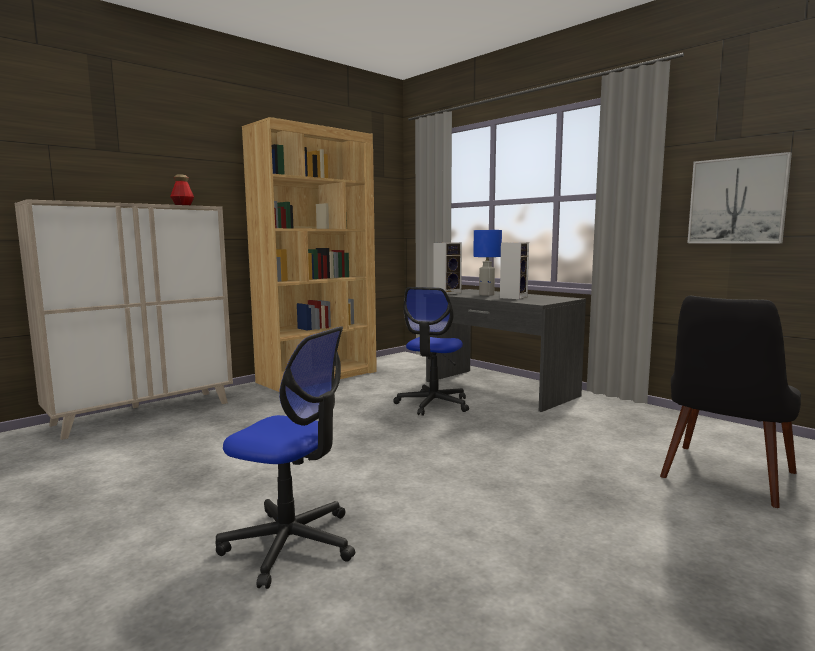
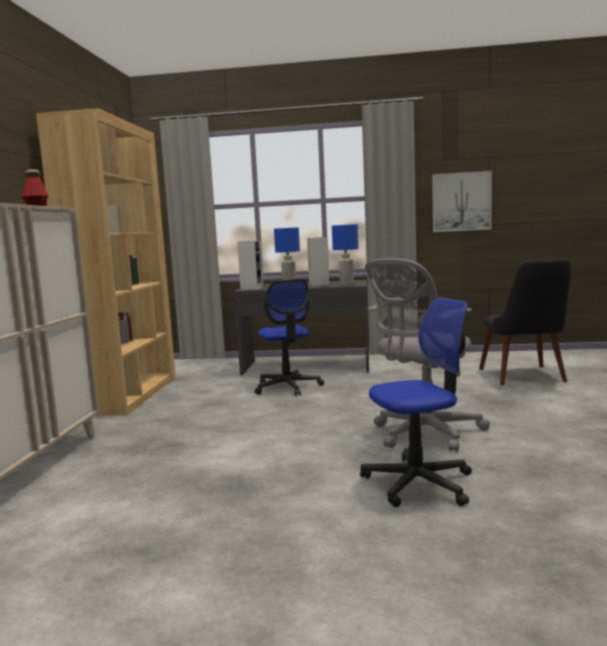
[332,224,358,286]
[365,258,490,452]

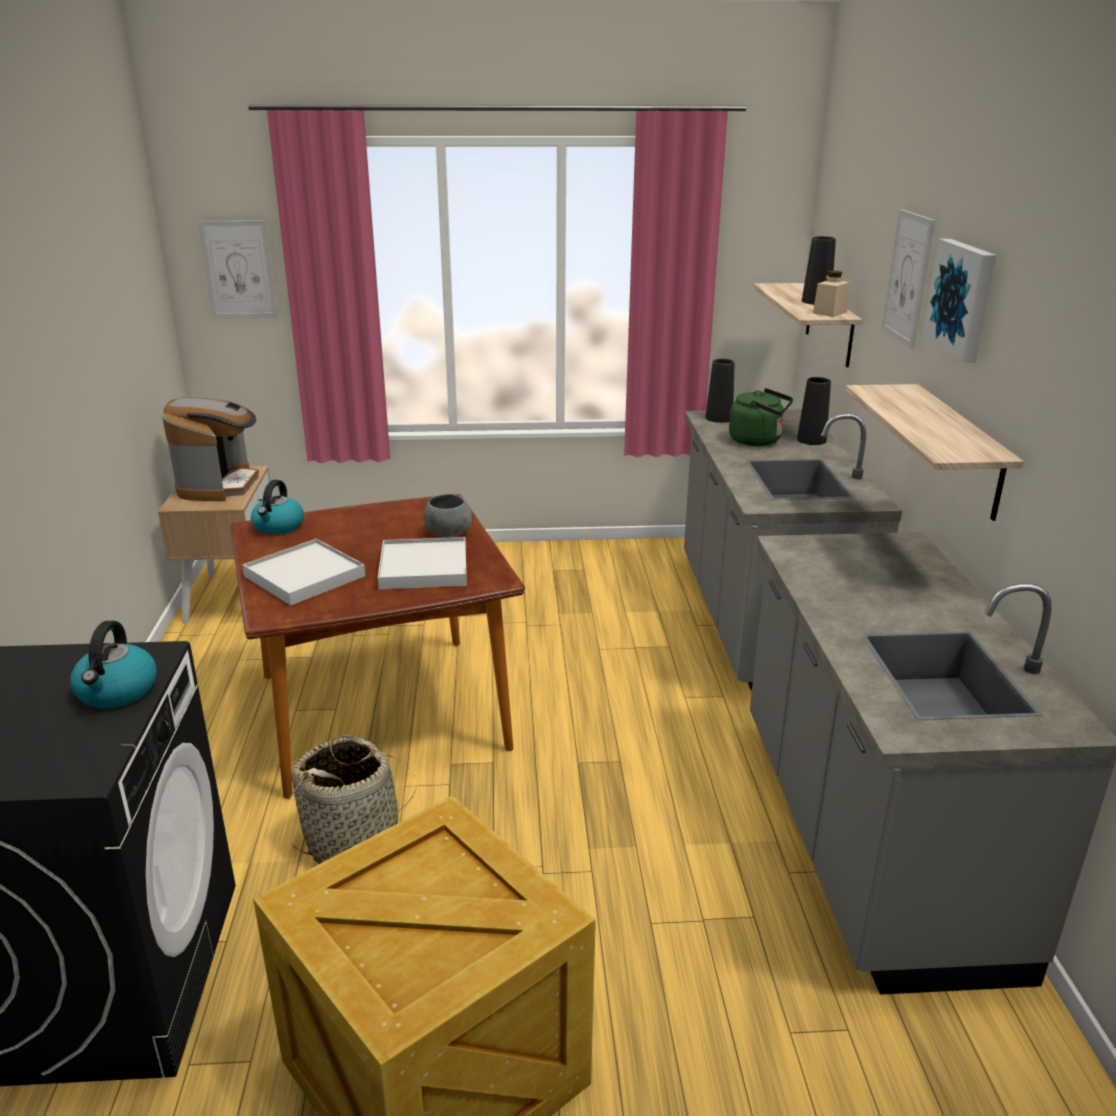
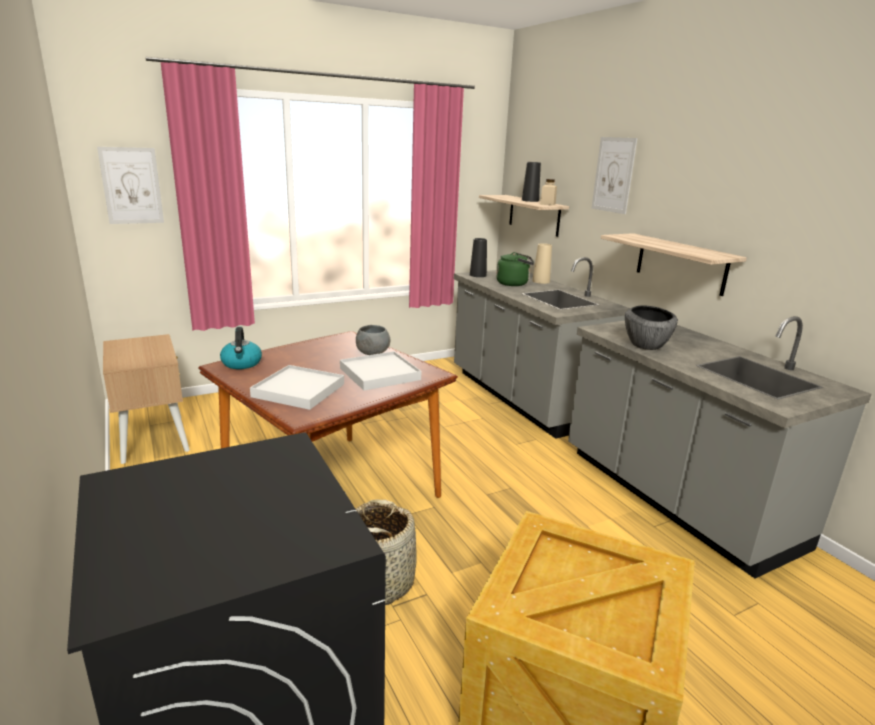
[922,239,997,363] (first image)
[532,243,552,284]
[162,398,259,501] (first image)
[70,621,157,708] (first image)
[625,305,678,350]

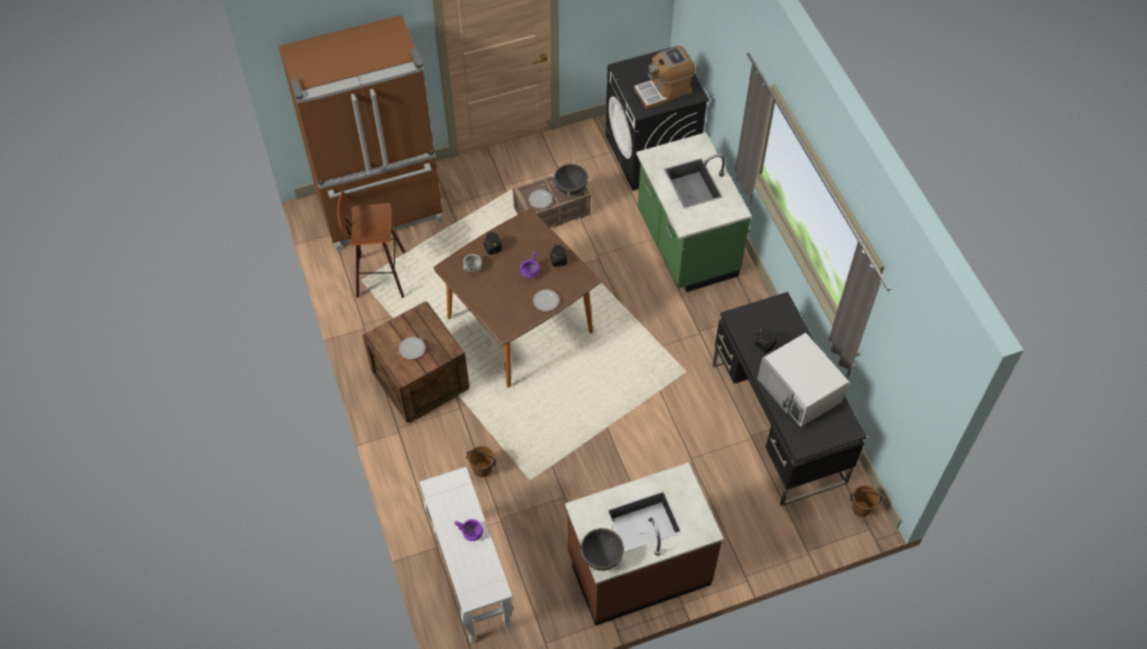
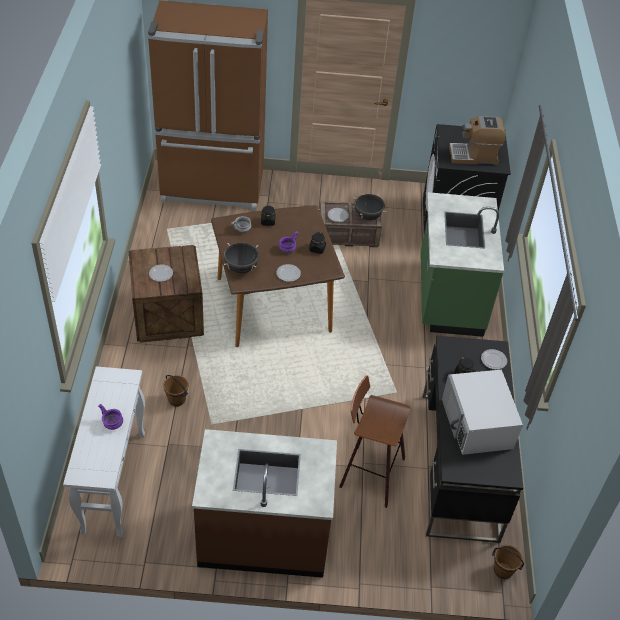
[339,375,411,508]
[224,242,259,273]
[481,349,507,370]

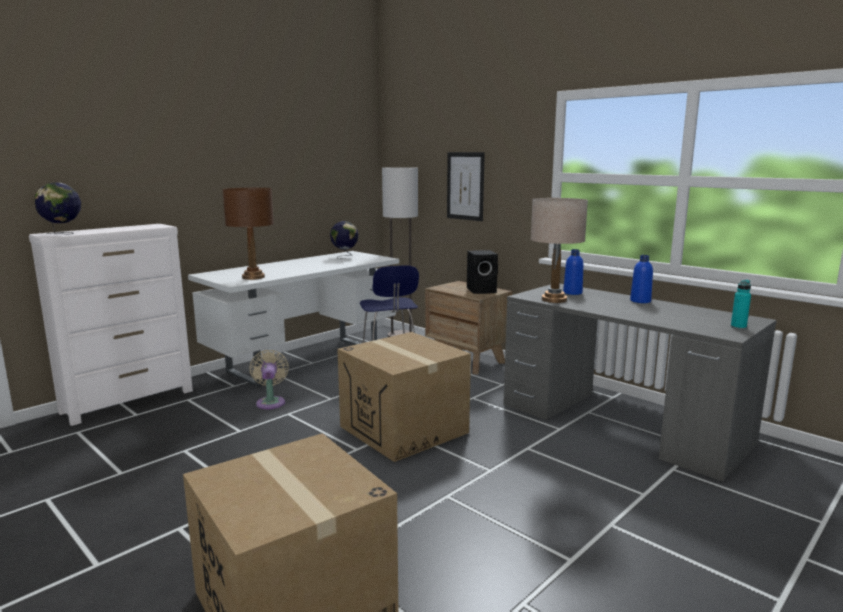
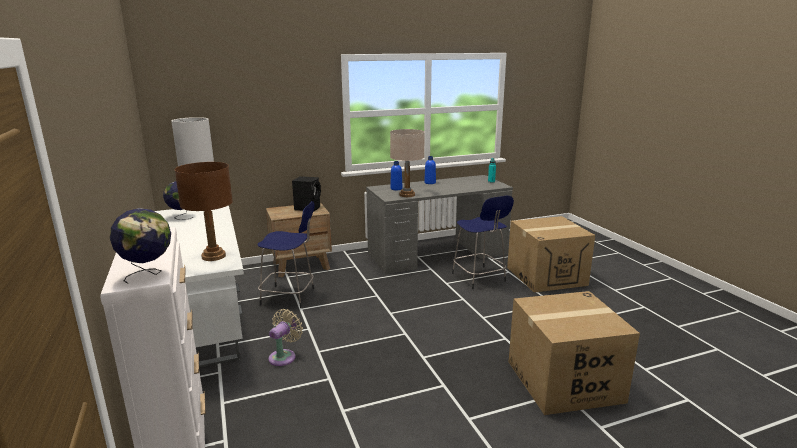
[447,152,485,221] (first image)
[507,216,595,293]
[269,309,303,366]
[452,196,514,289]

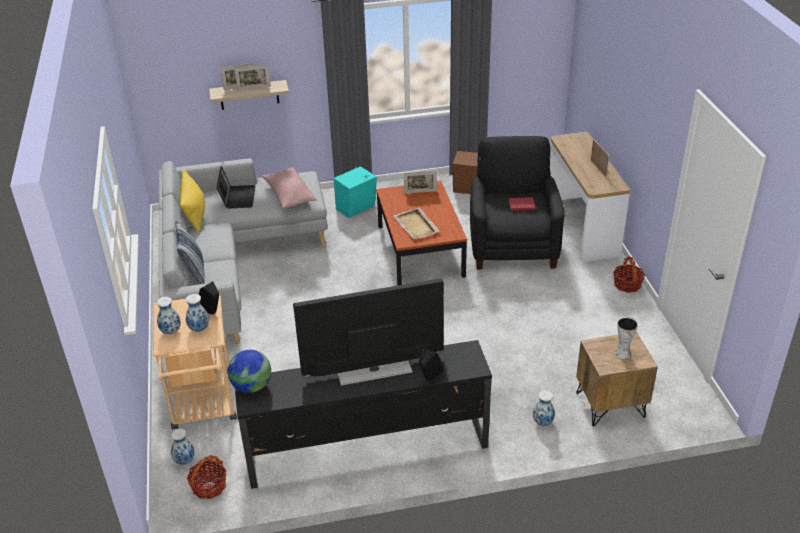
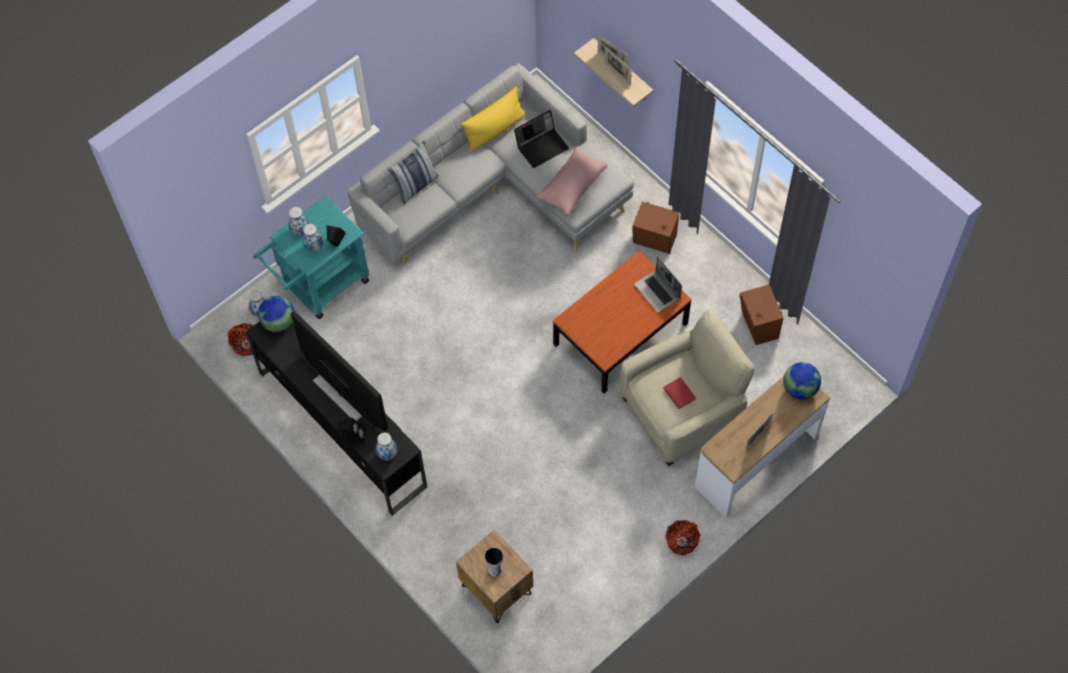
[619,309,755,466]
[632,201,679,254]
[634,257,682,313]
[393,208,440,239] (first image)
[253,196,369,319]
[376,433,397,460]
[783,362,821,400]

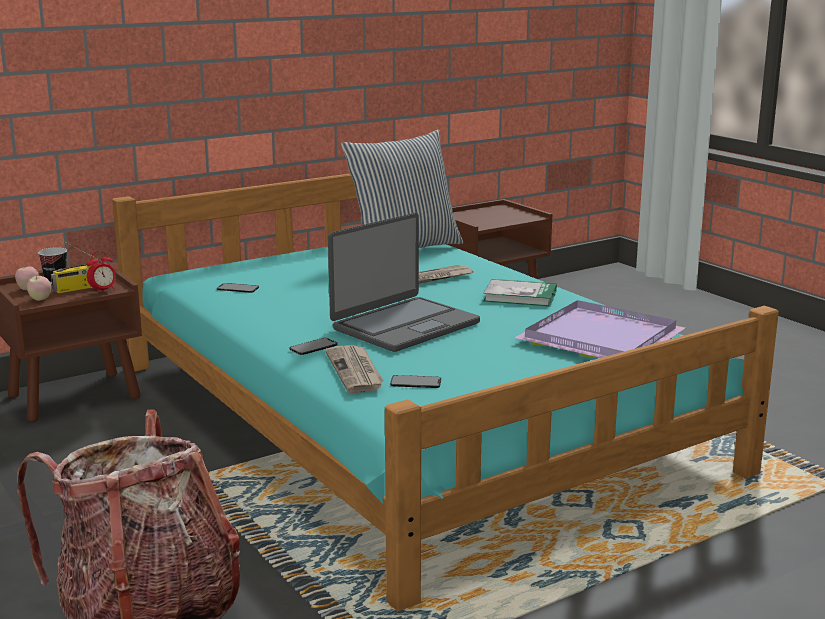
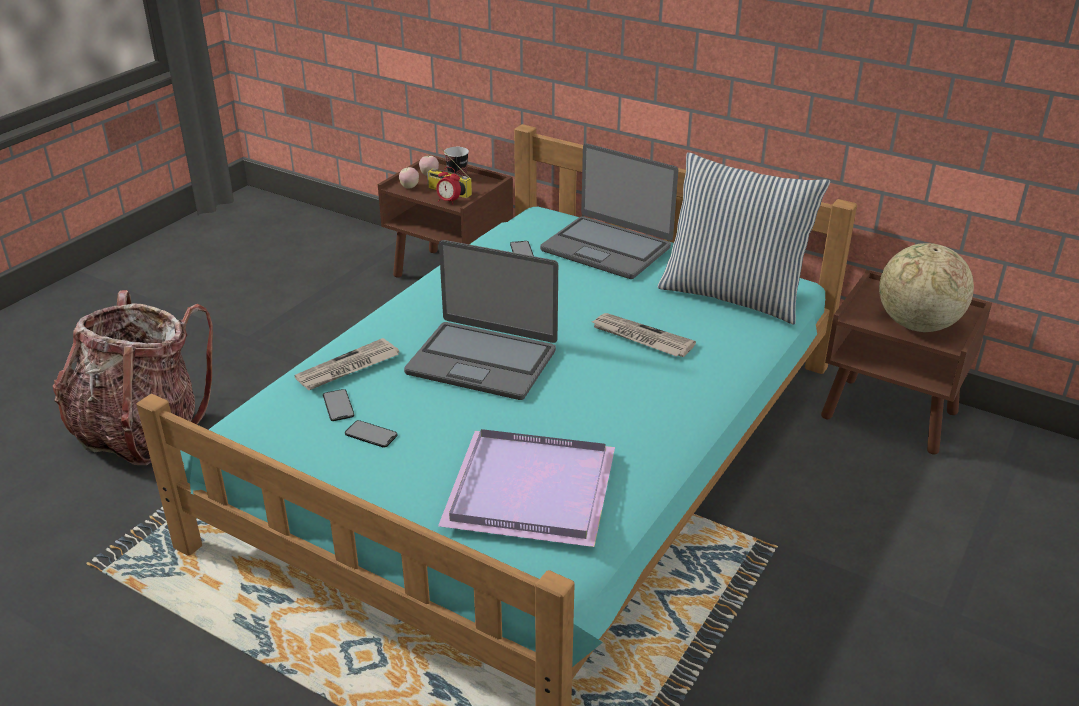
[483,279,557,306] (first image)
[345,420,398,448]
[540,143,678,279]
[879,243,974,332]

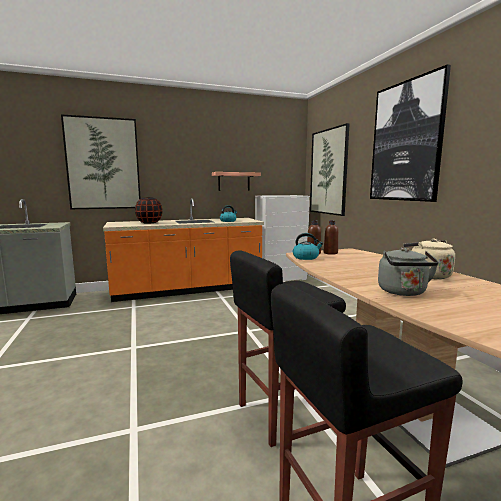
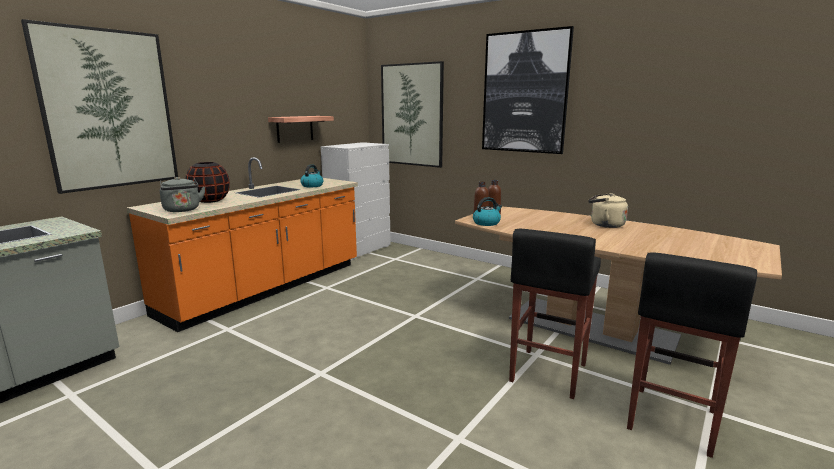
[160,177,206,212]

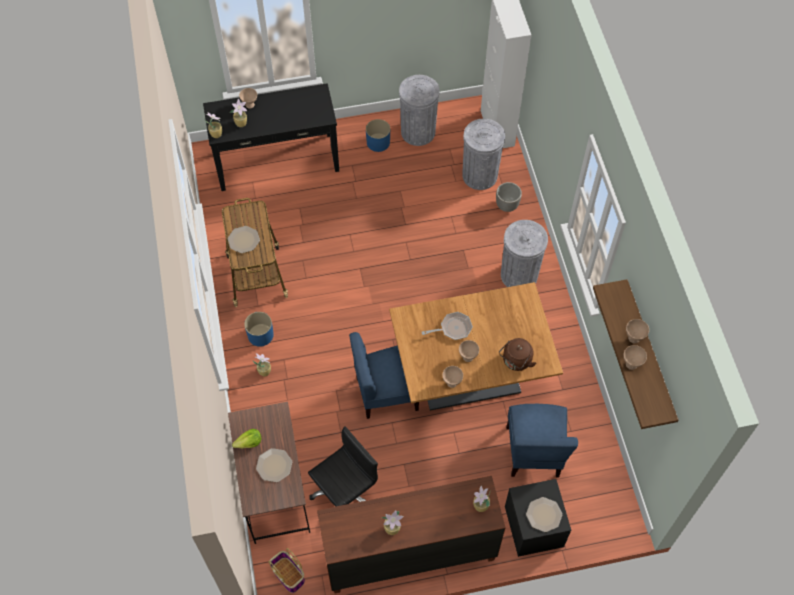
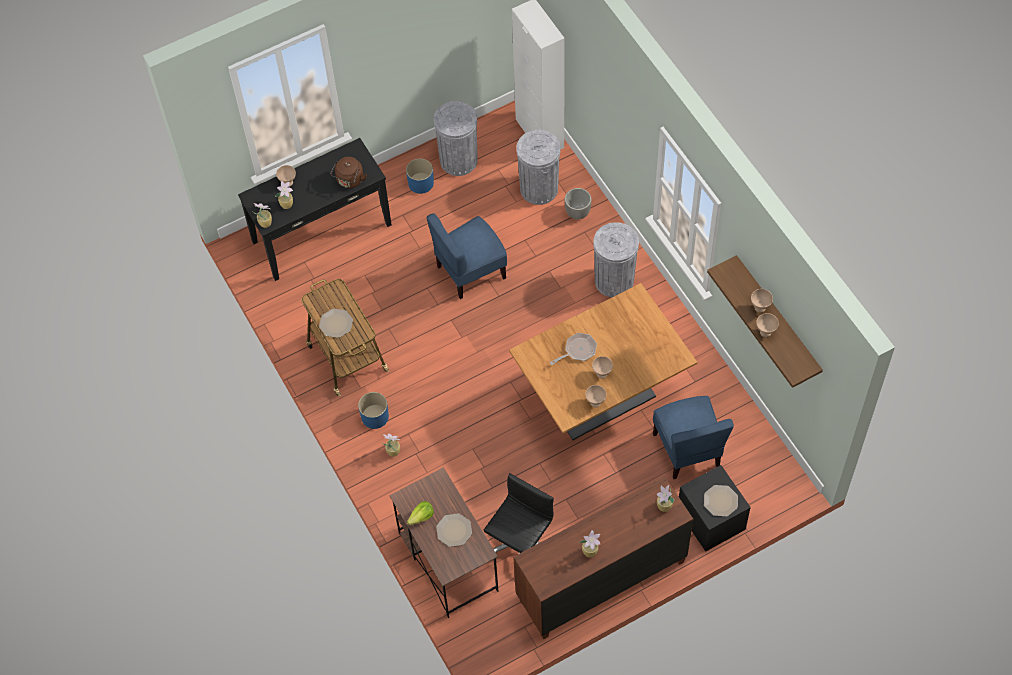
[426,213,507,299]
[330,157,367,188]
[269,548,305,593] (first image)

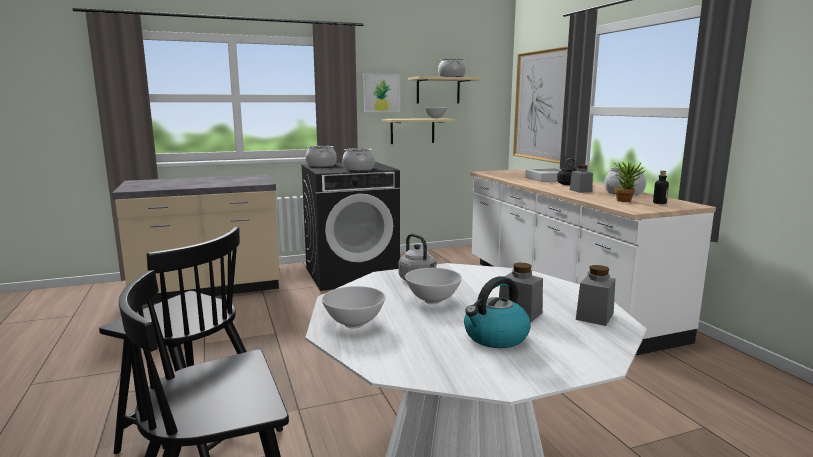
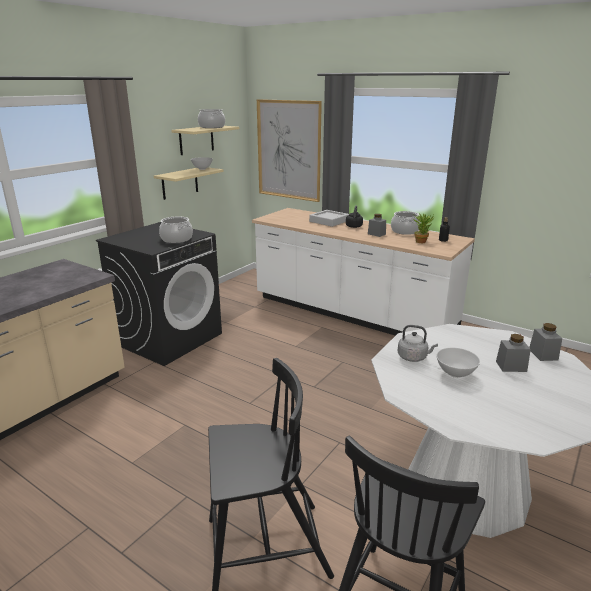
[363,73,400,112] (first image)
[306,146,337,167] (first image)
[464,276,531,348] (first image)
[322,286,385,328] (first image)

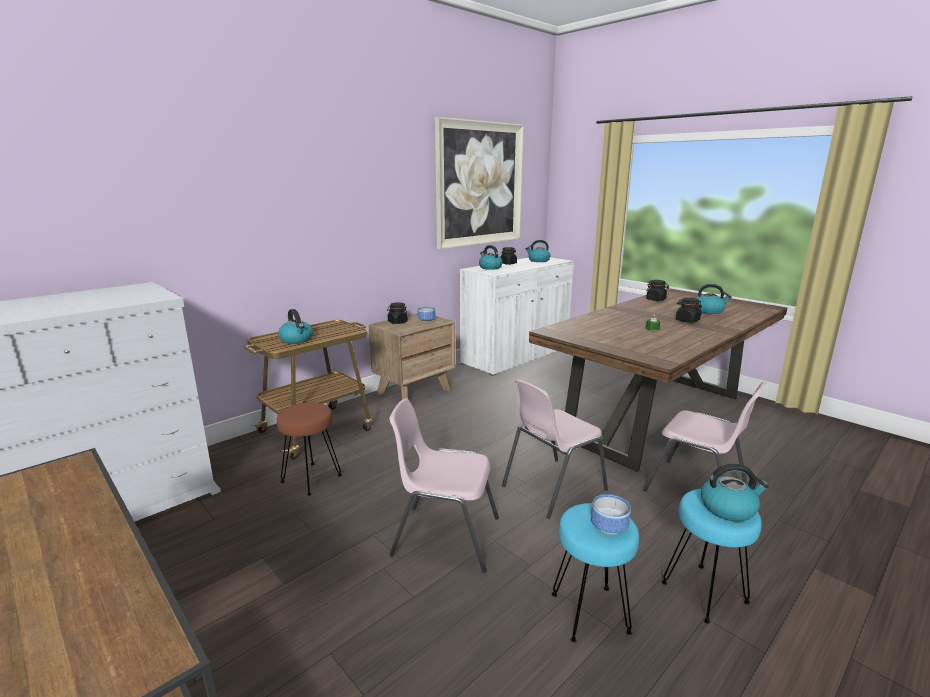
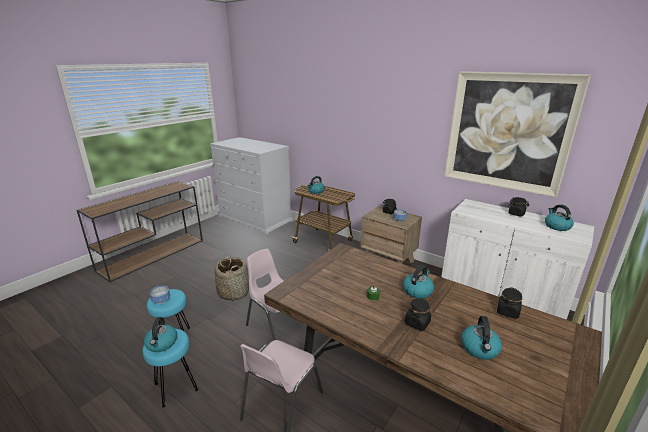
[403,265,434,299]
[215,256,249,301]
[277,403,342,496] (first image)

